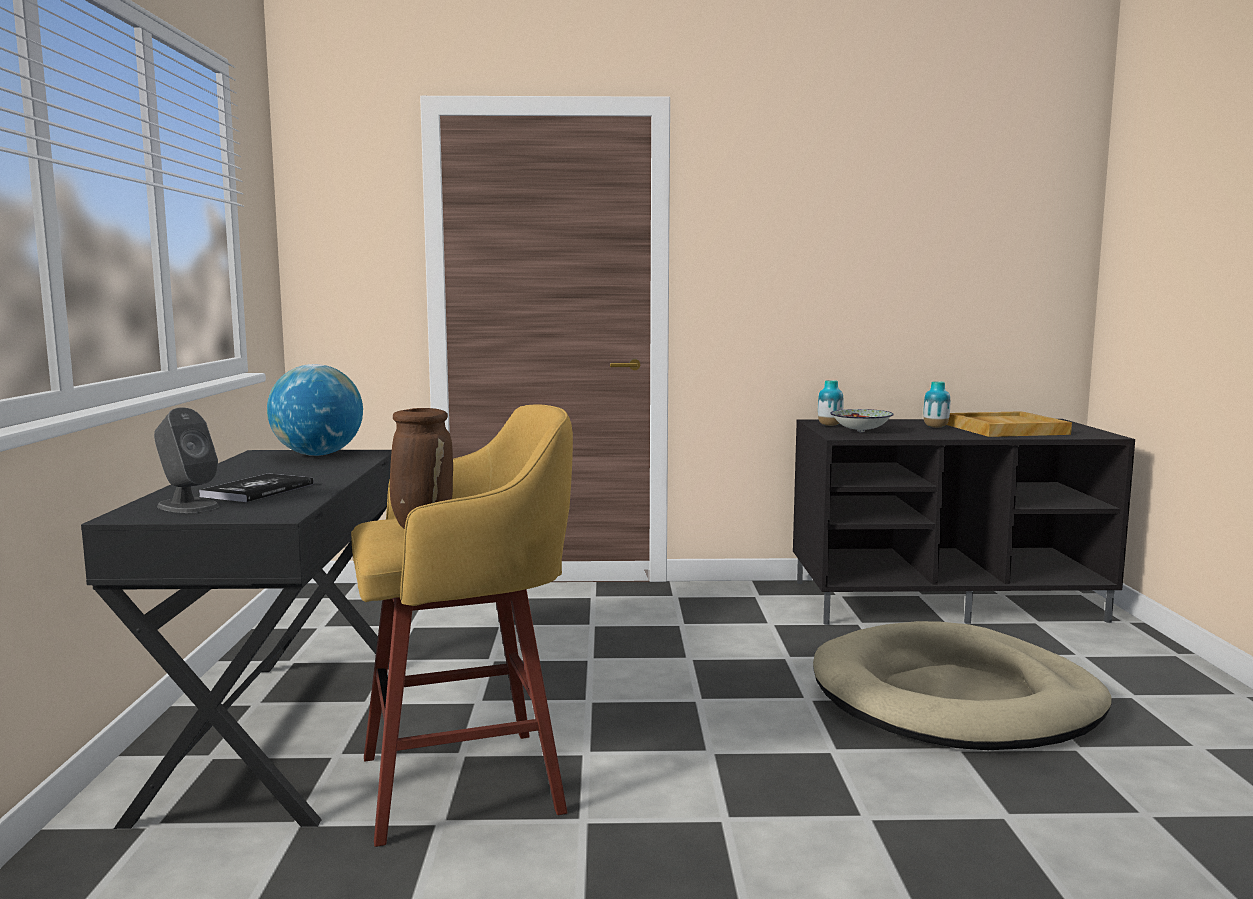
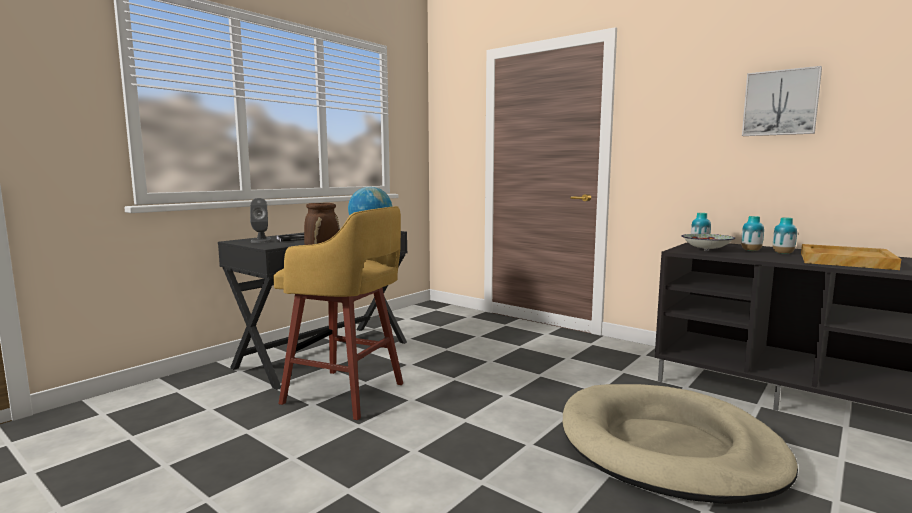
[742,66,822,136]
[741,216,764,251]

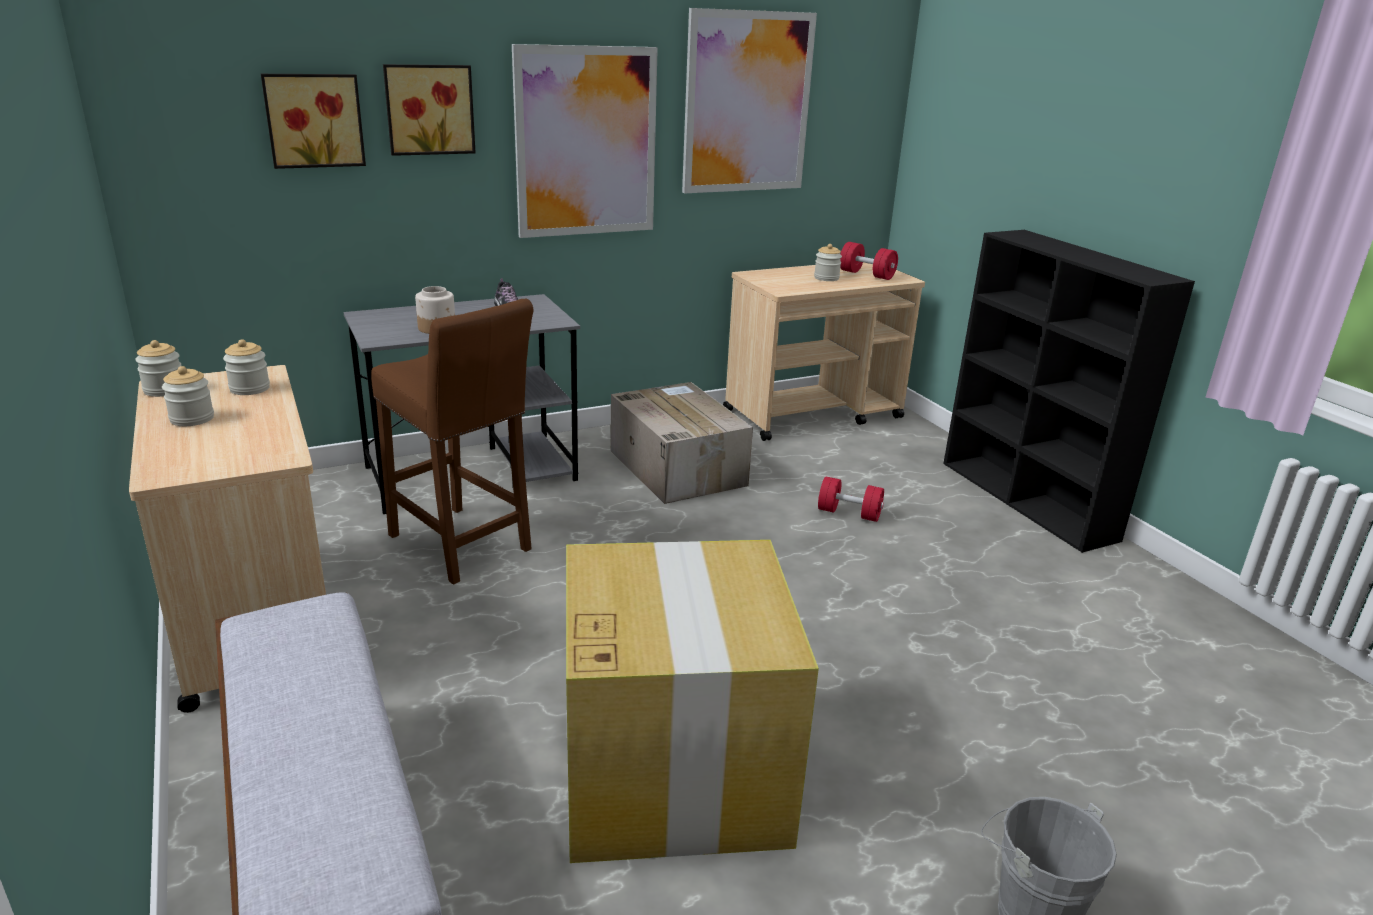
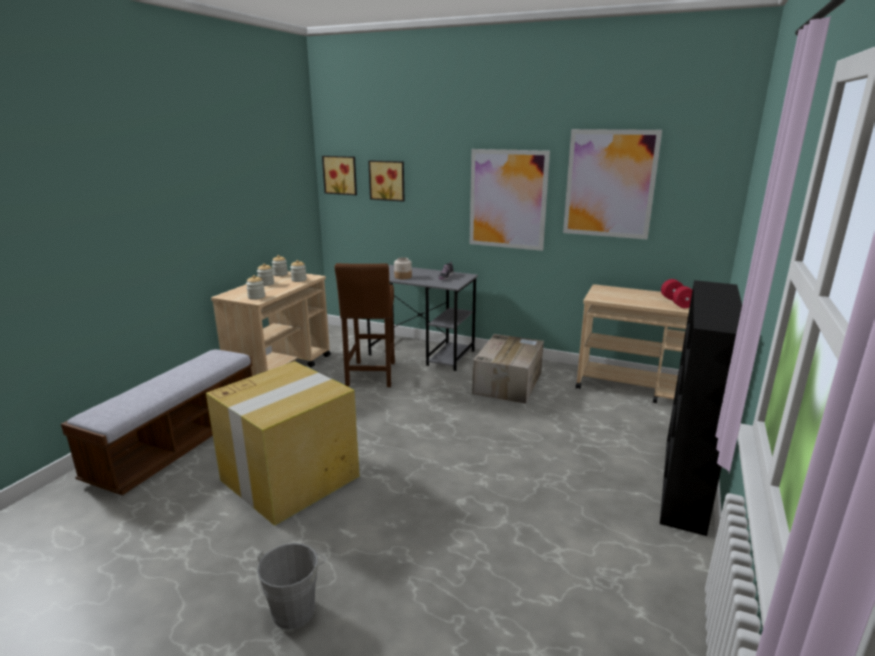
[322,156,357,195]
[246,275,265,300]
[818,477,884,522] (first image)

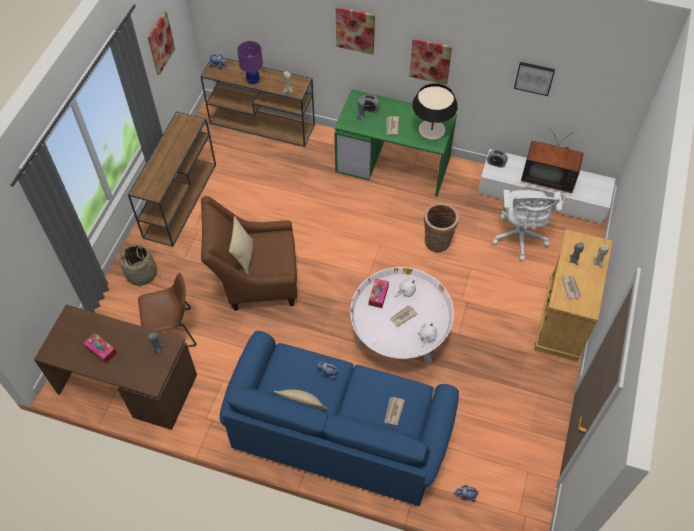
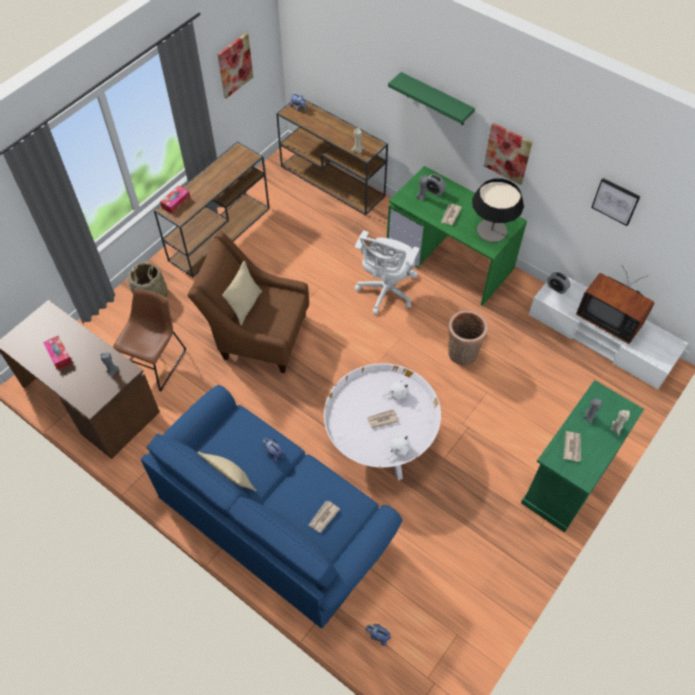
[388,72,475,125]
[237,41,263,86] (first image)
[354,230,420,314]
[521,380,644,533]
[113,288,186,391]
[160,185,190,214]

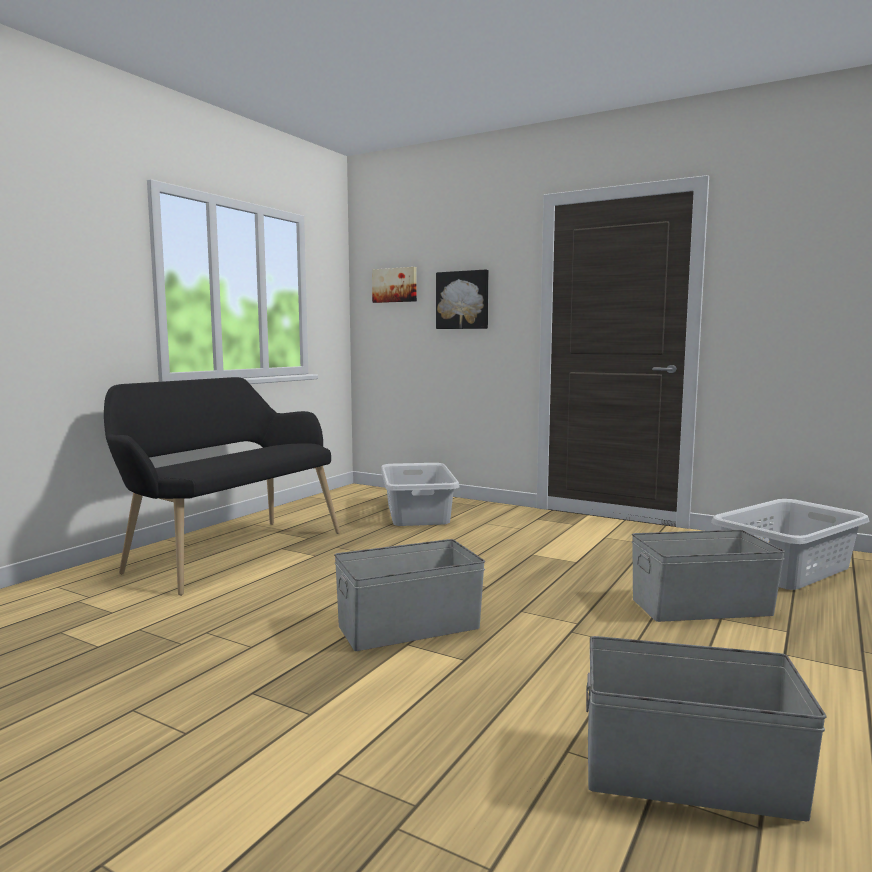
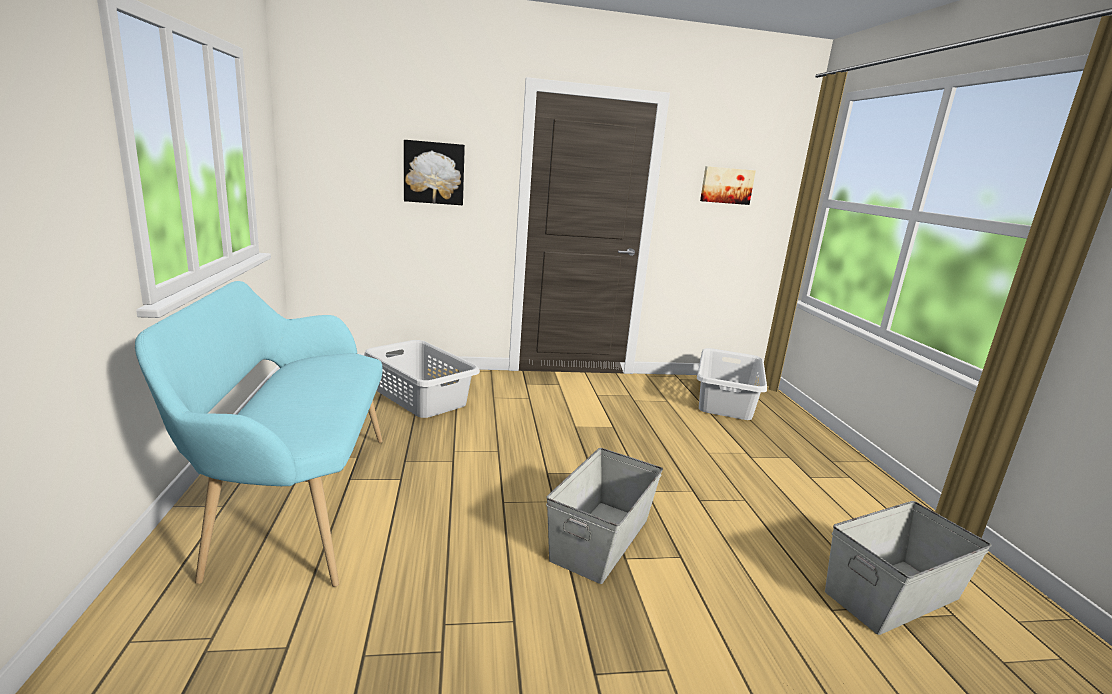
[700,166,756,205]
[135,281,383,587]
[632,530,785,622] (first image)

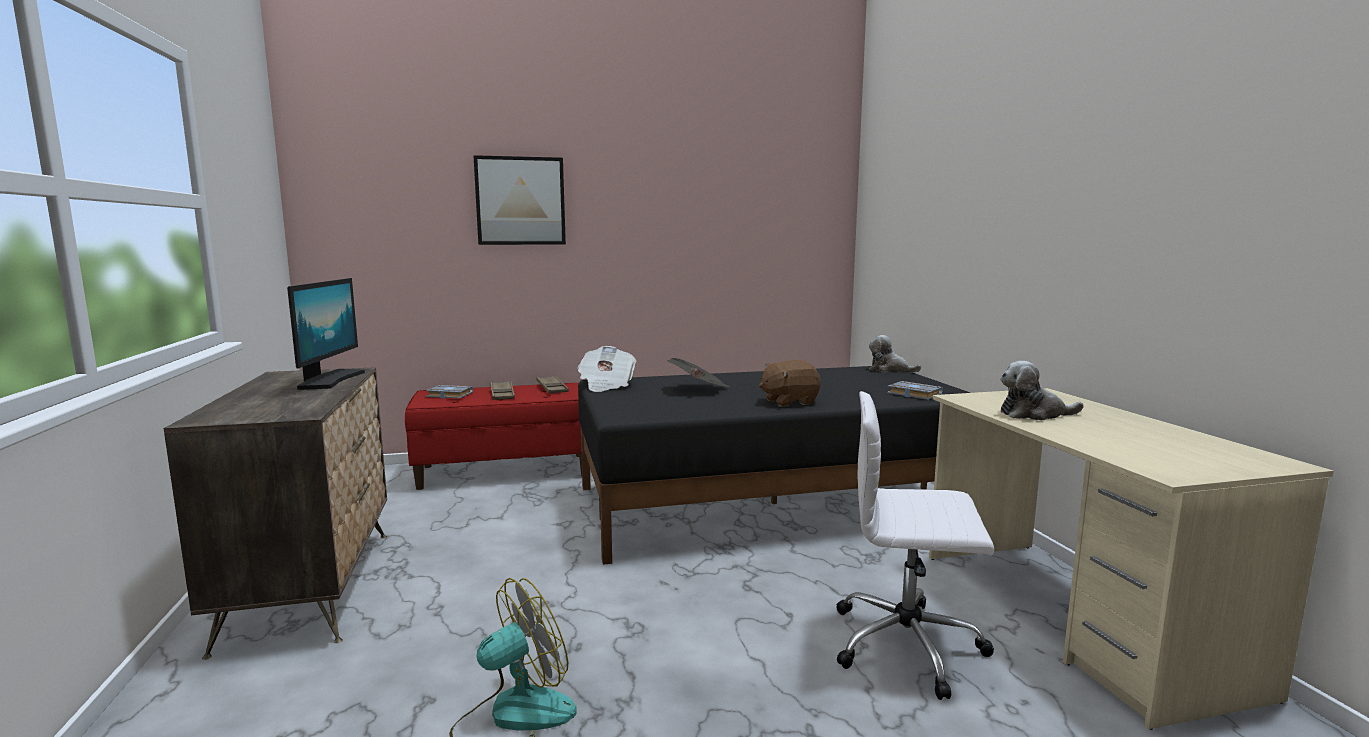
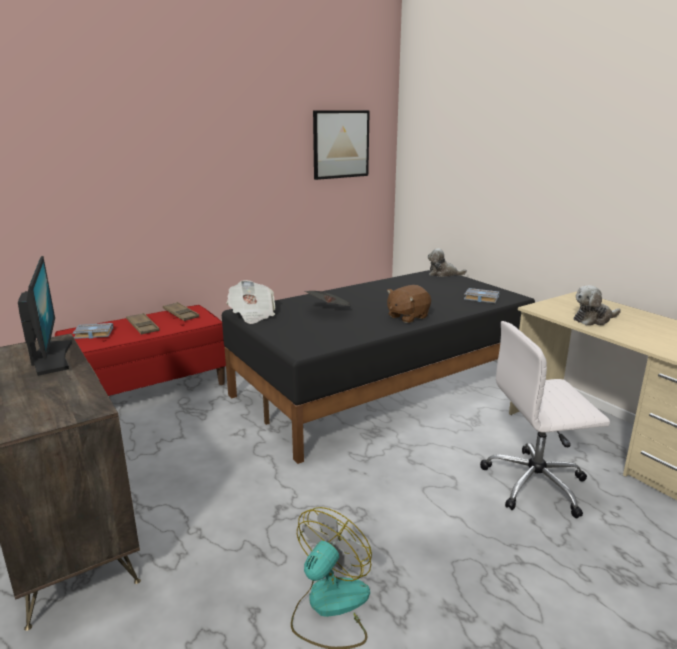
[313,110,370,180]

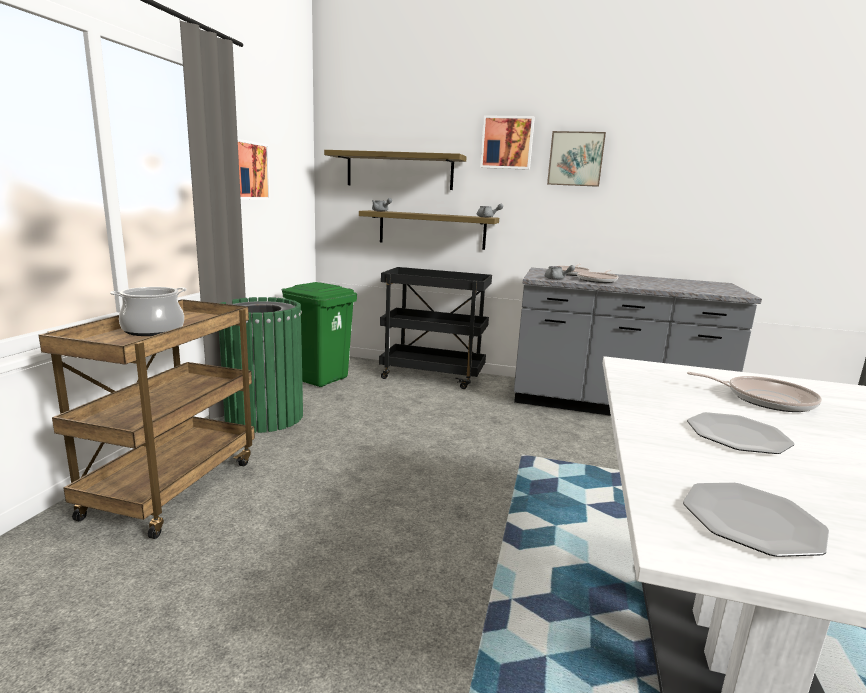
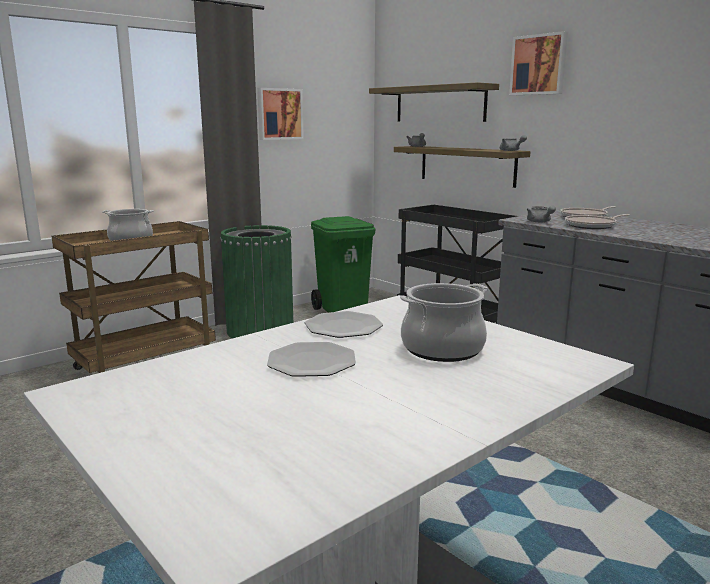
[547,131,606,187] (first image)
[400,283,488,362]
[305,311,383,338]

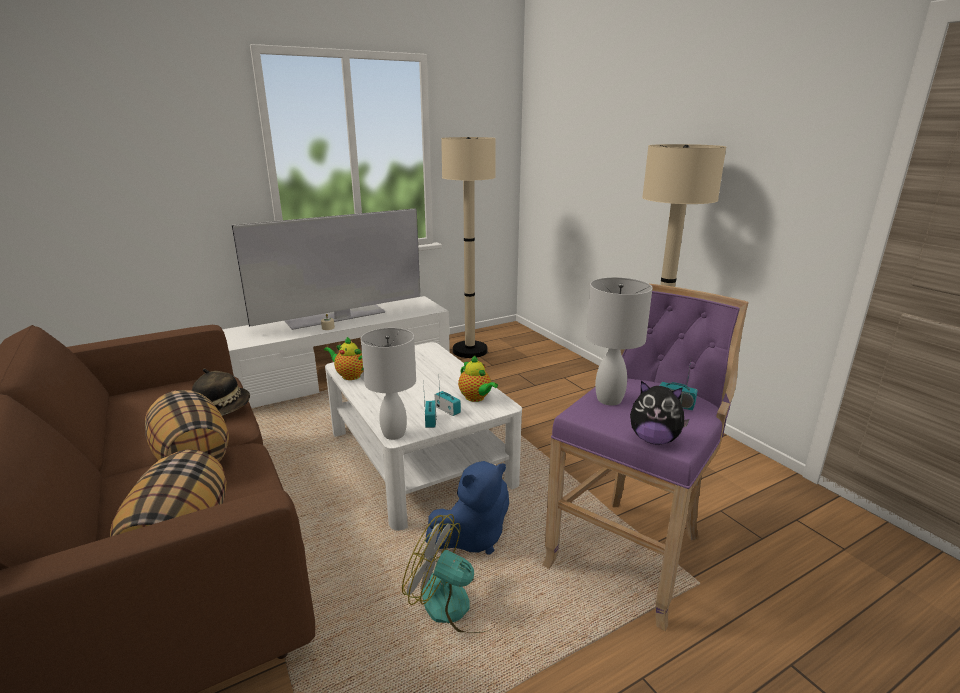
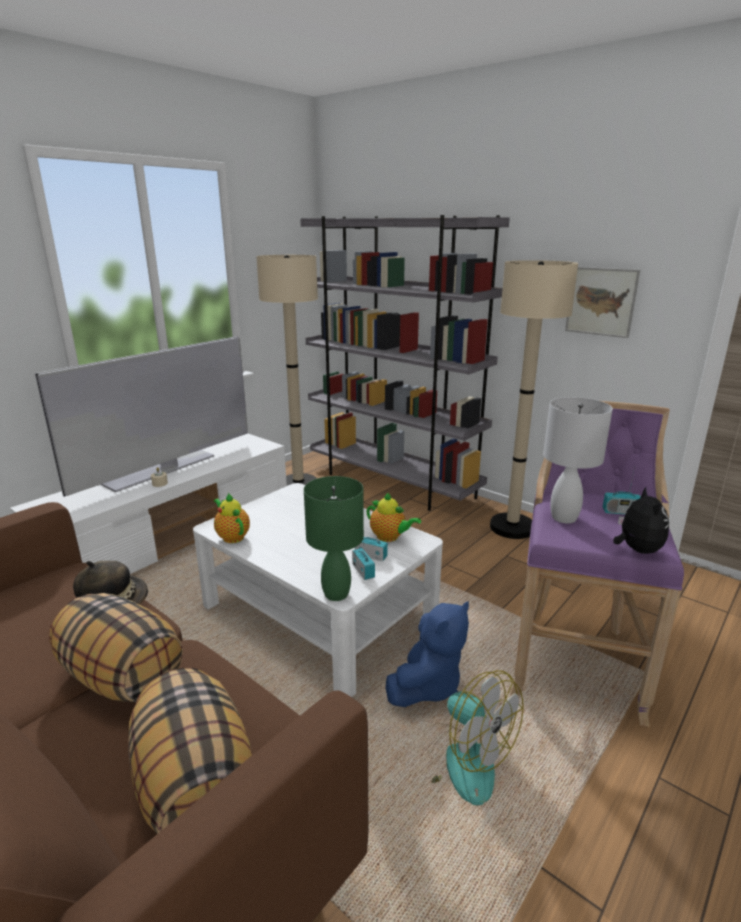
[304,476,364,601]
[214,493,250,543]
[613,487,669,554]
[427,670,524,805]
[300,215,510,511]
[565,267,640,338]

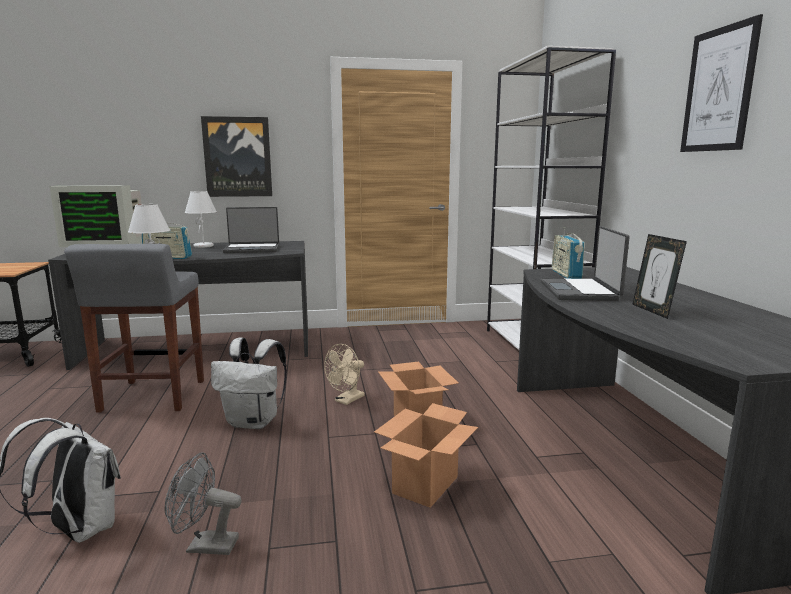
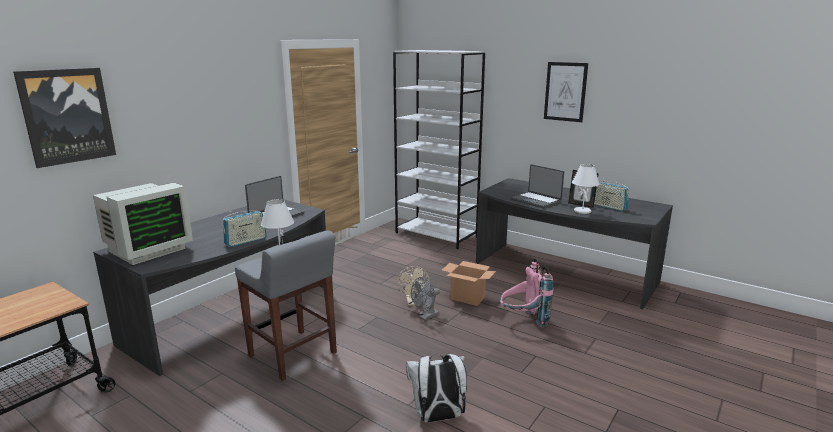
[13,68,116,168]
[572,164,600,214]
[594,178,630,211]
[211,338,287,429] (first image)
[500,258,554,328]
[411,277,440,320]

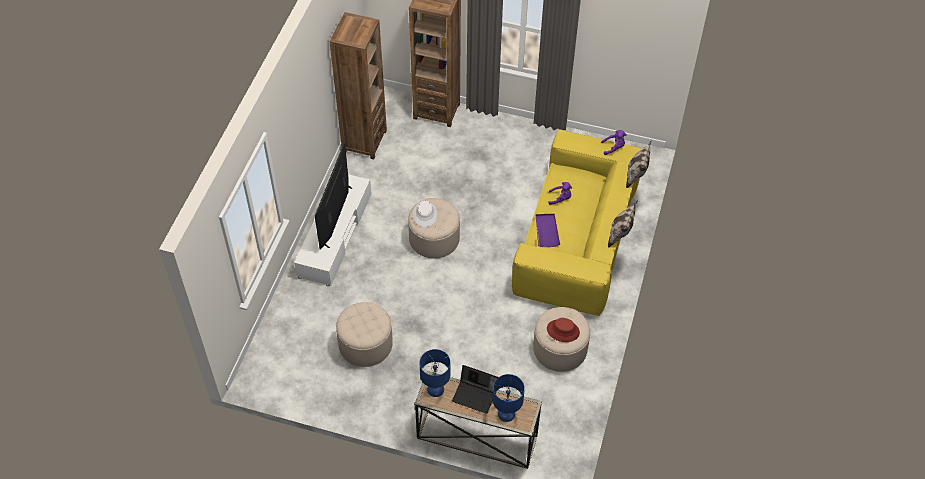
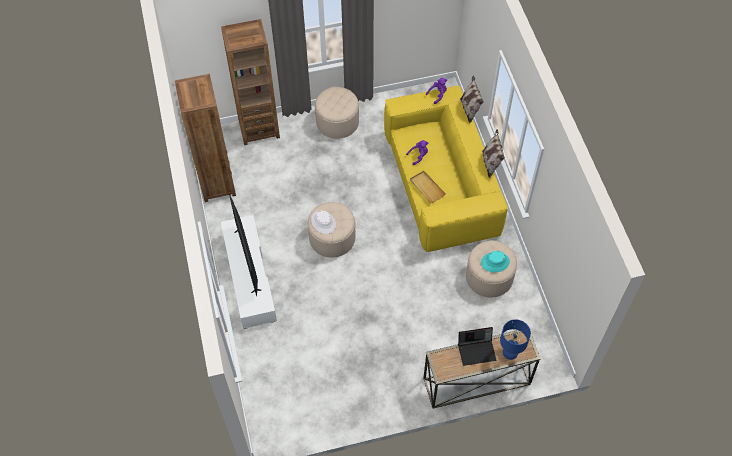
[410,171,446,203]
[315,87,359,139]
[481,251,510,272]
[420,349,450,397] (first image)

